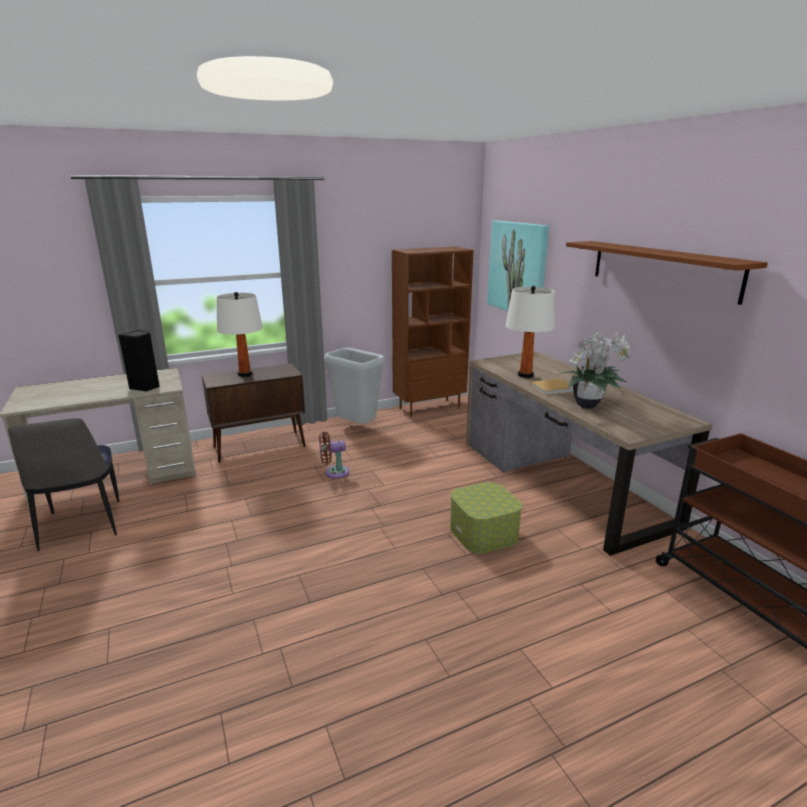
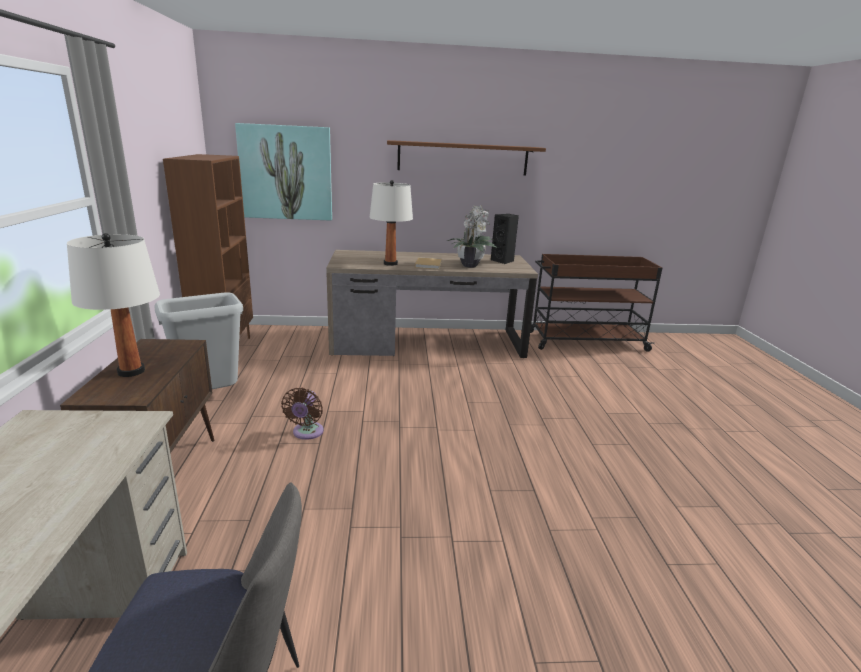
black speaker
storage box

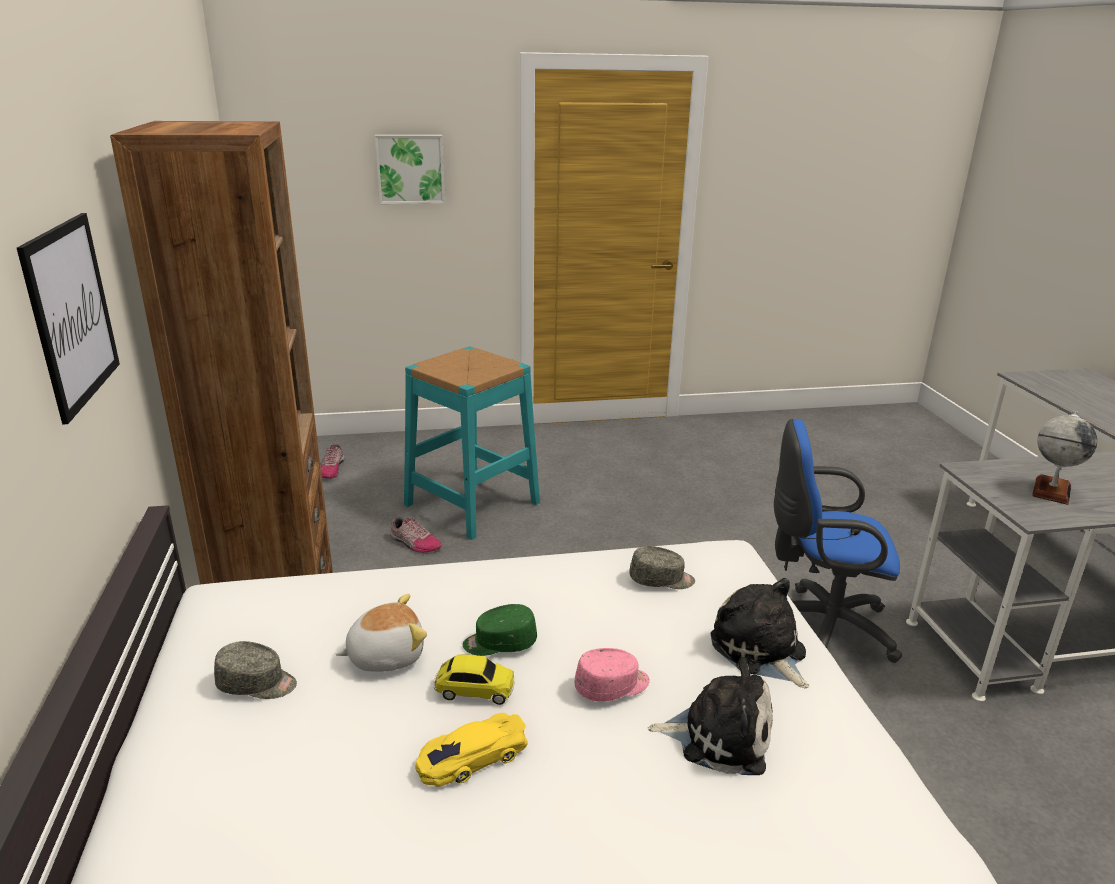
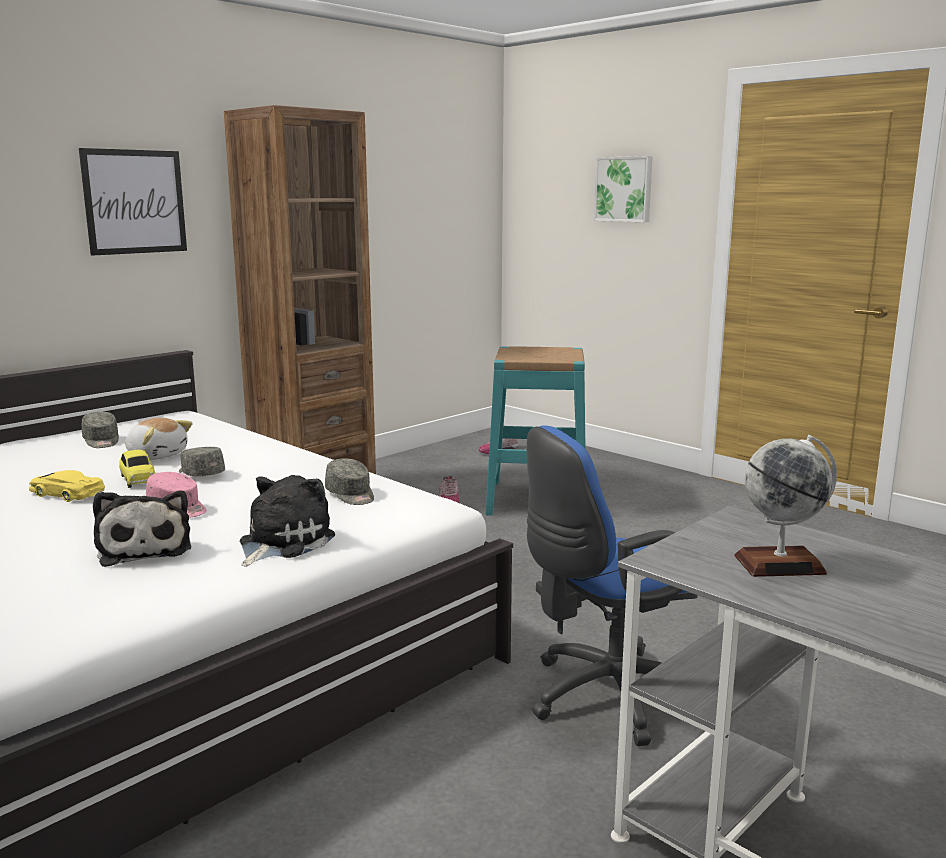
grey cap (no. 2 from left)
blue office chair

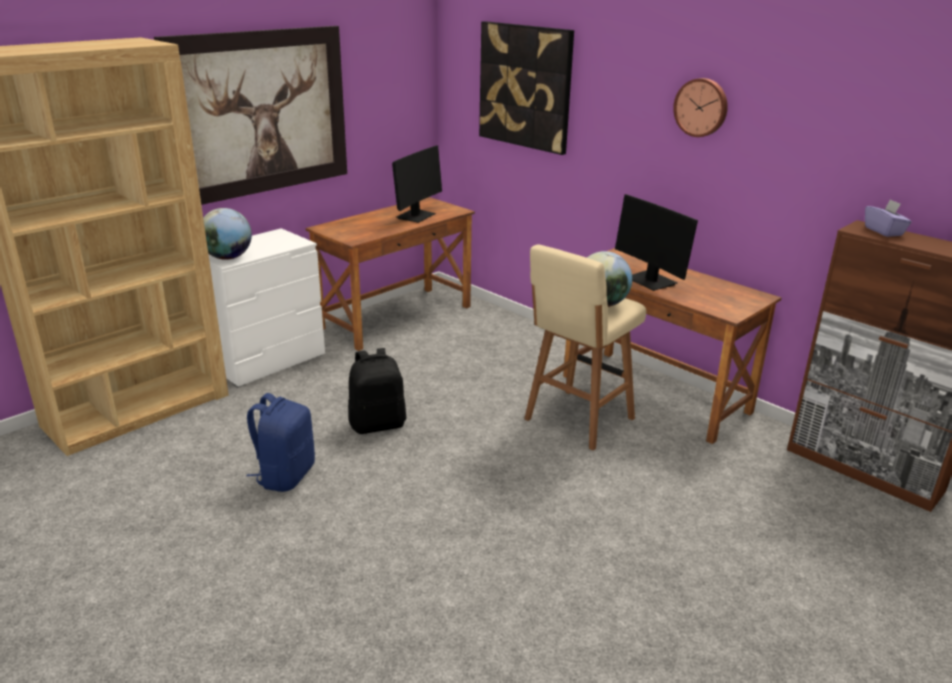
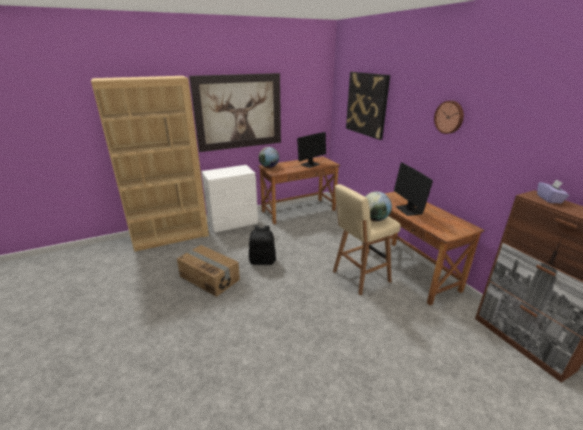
cardboard box
globe (no. 1 from left)

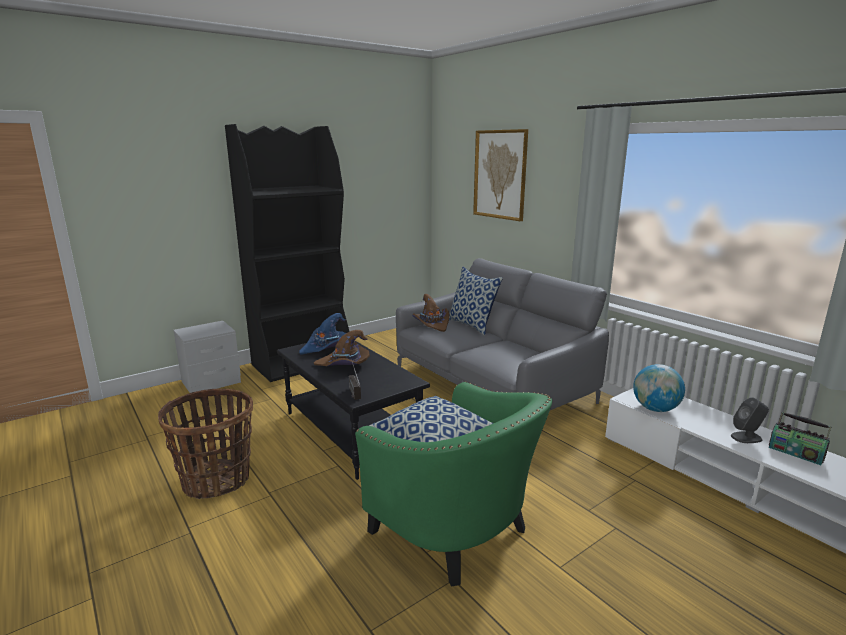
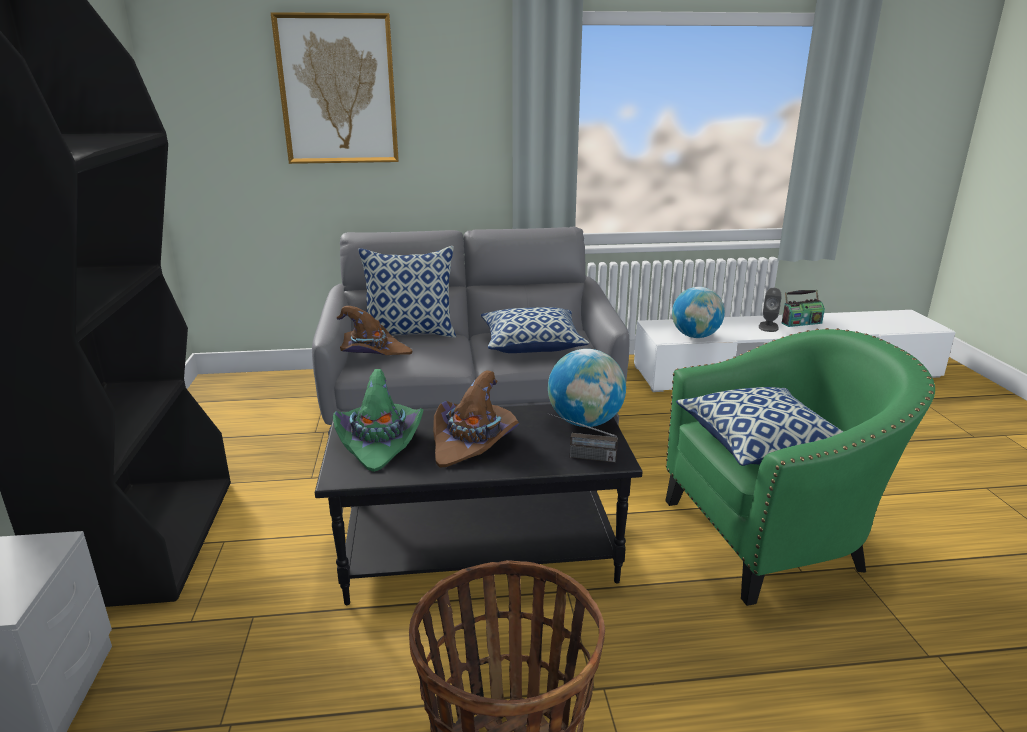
green hat
pillow (no. 2 from left)
globe (no. 1 from left)

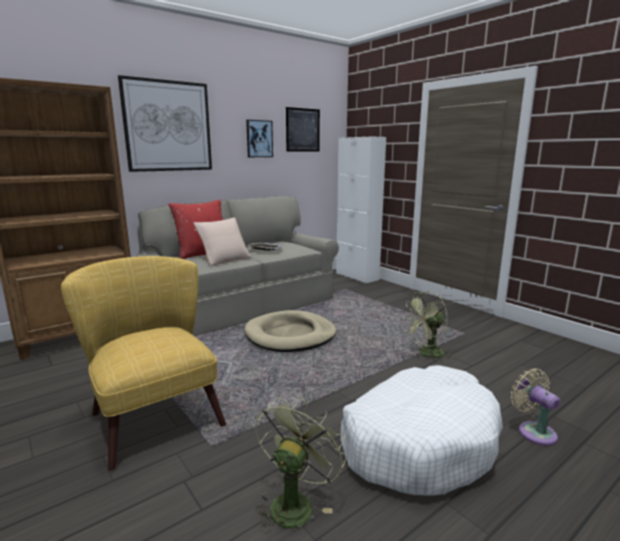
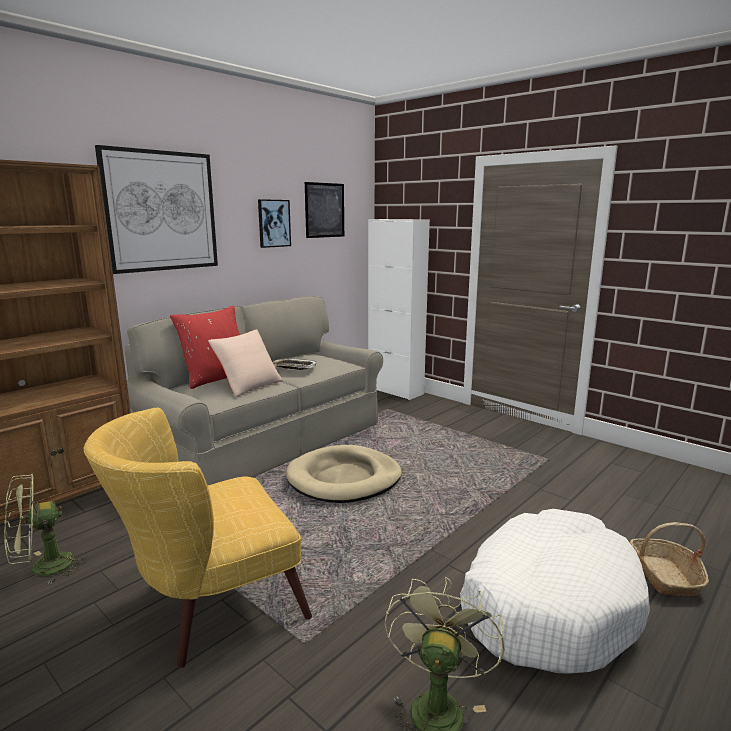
green fan (no. 1 from left)
yellow armchair
basket

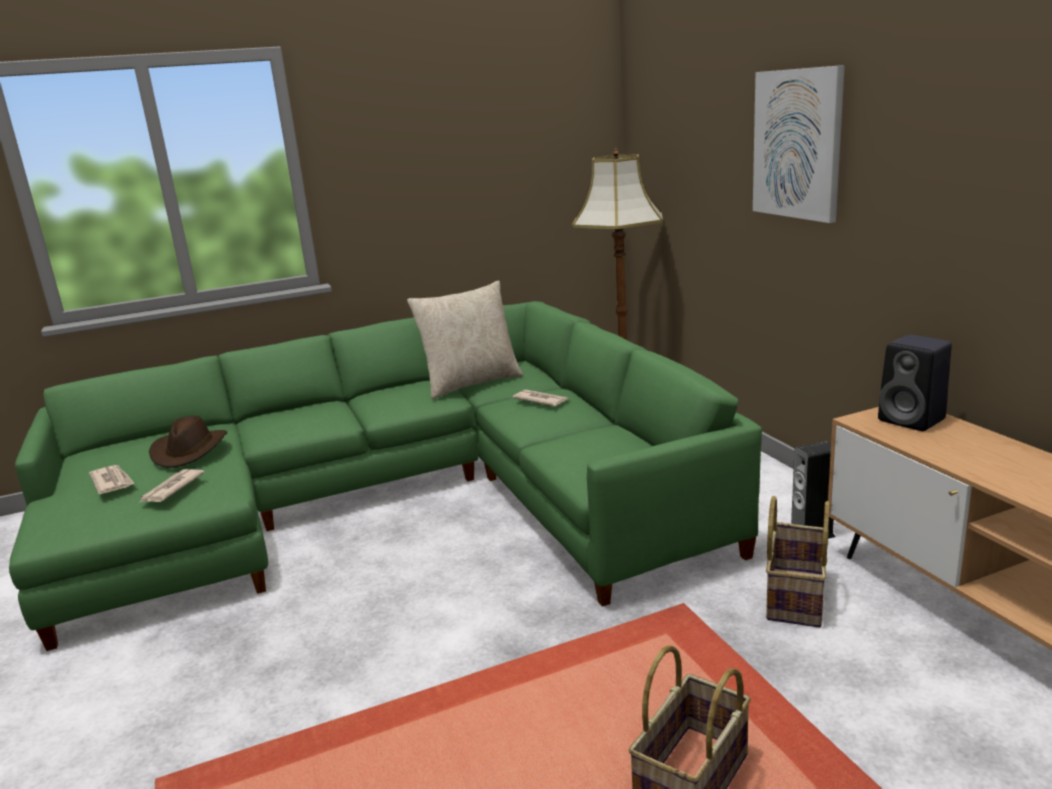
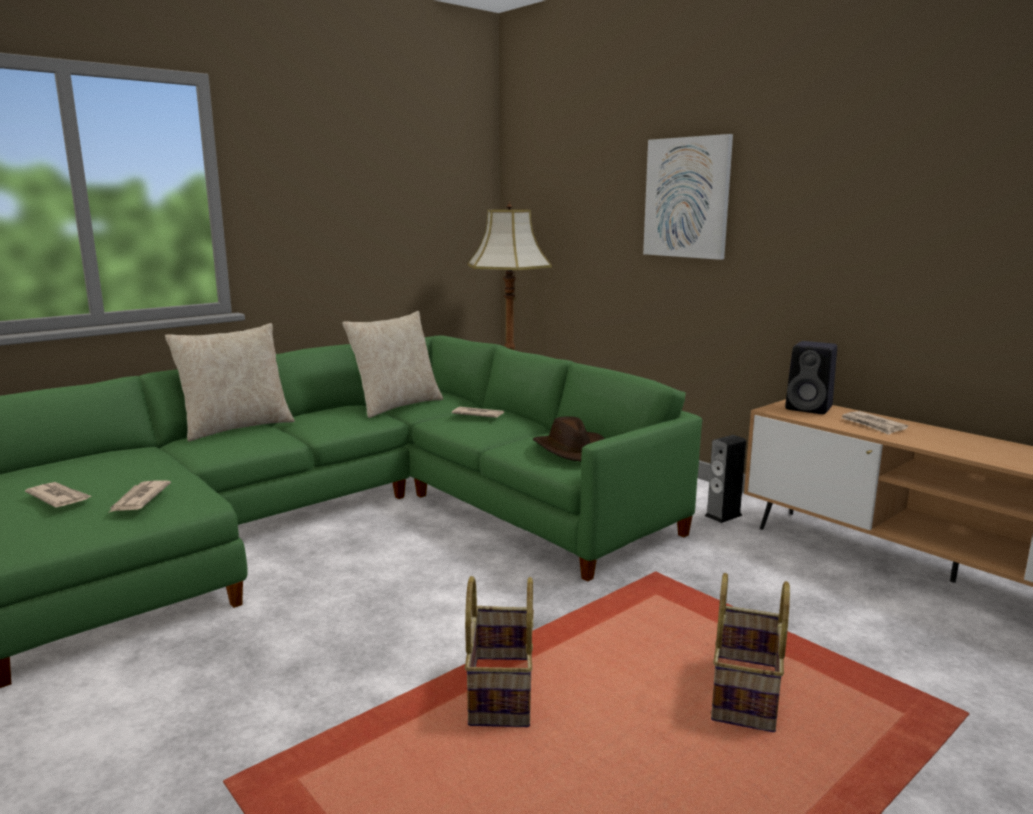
beige pillow (no. 1 from left)
basket (no. 1 from left)
brown hat
newspaper (no. 4 from left)

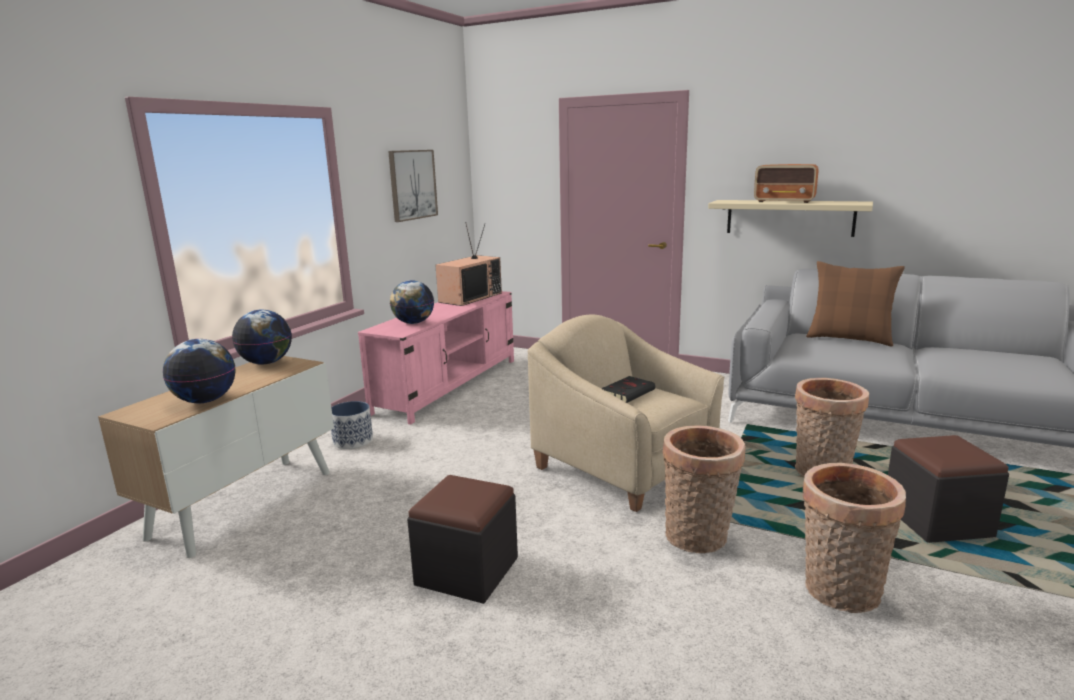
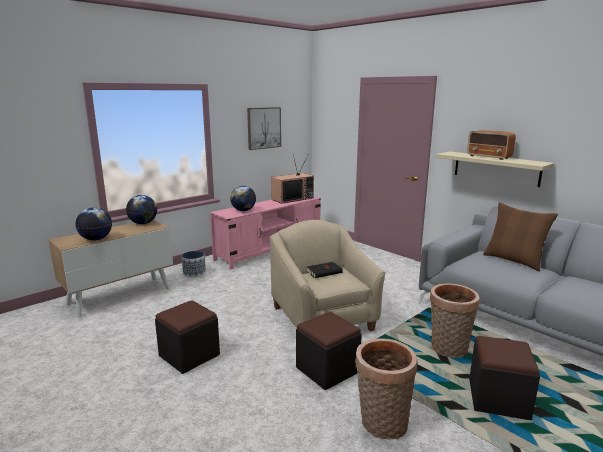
black ottoman (no. 2 from left)

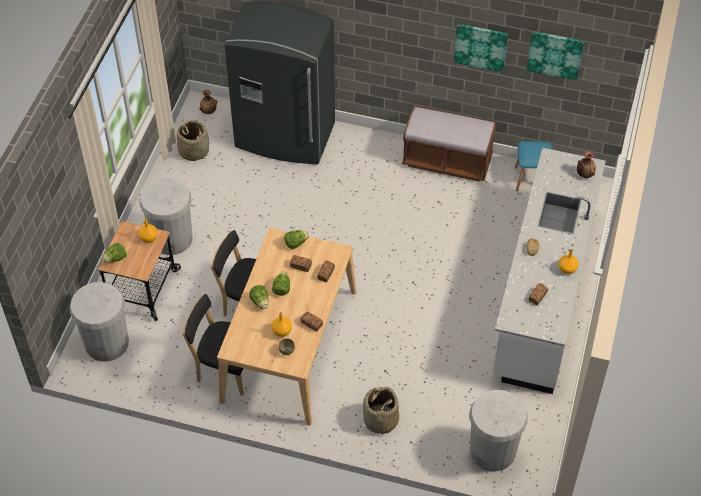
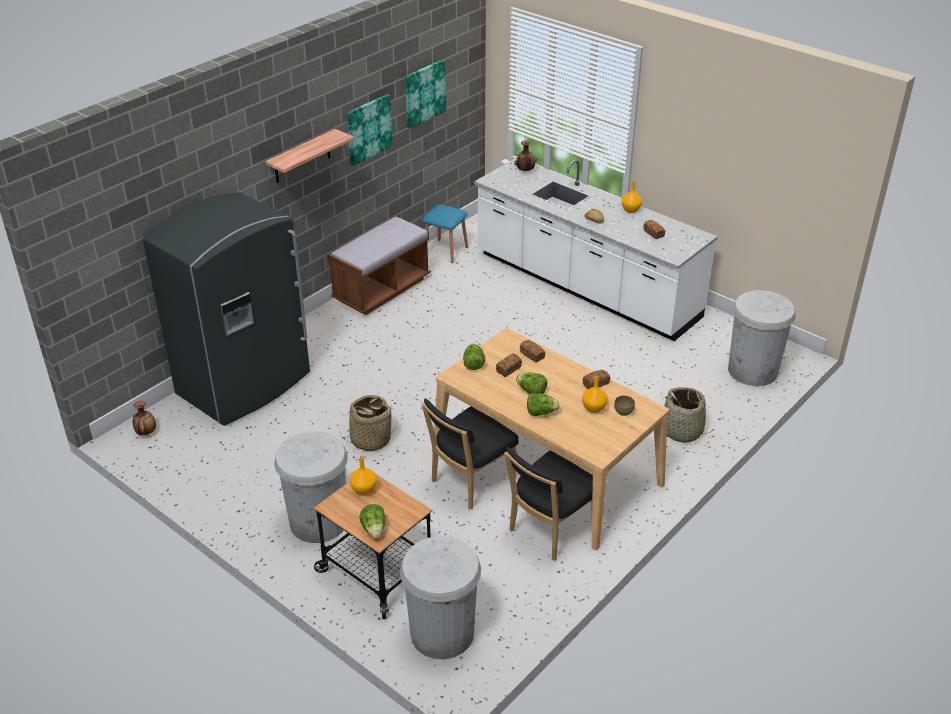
shelf
basket (no. 1 from left)

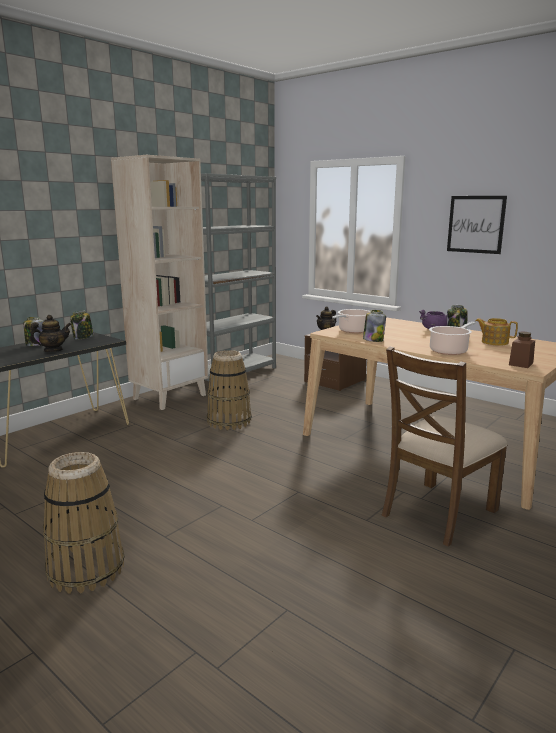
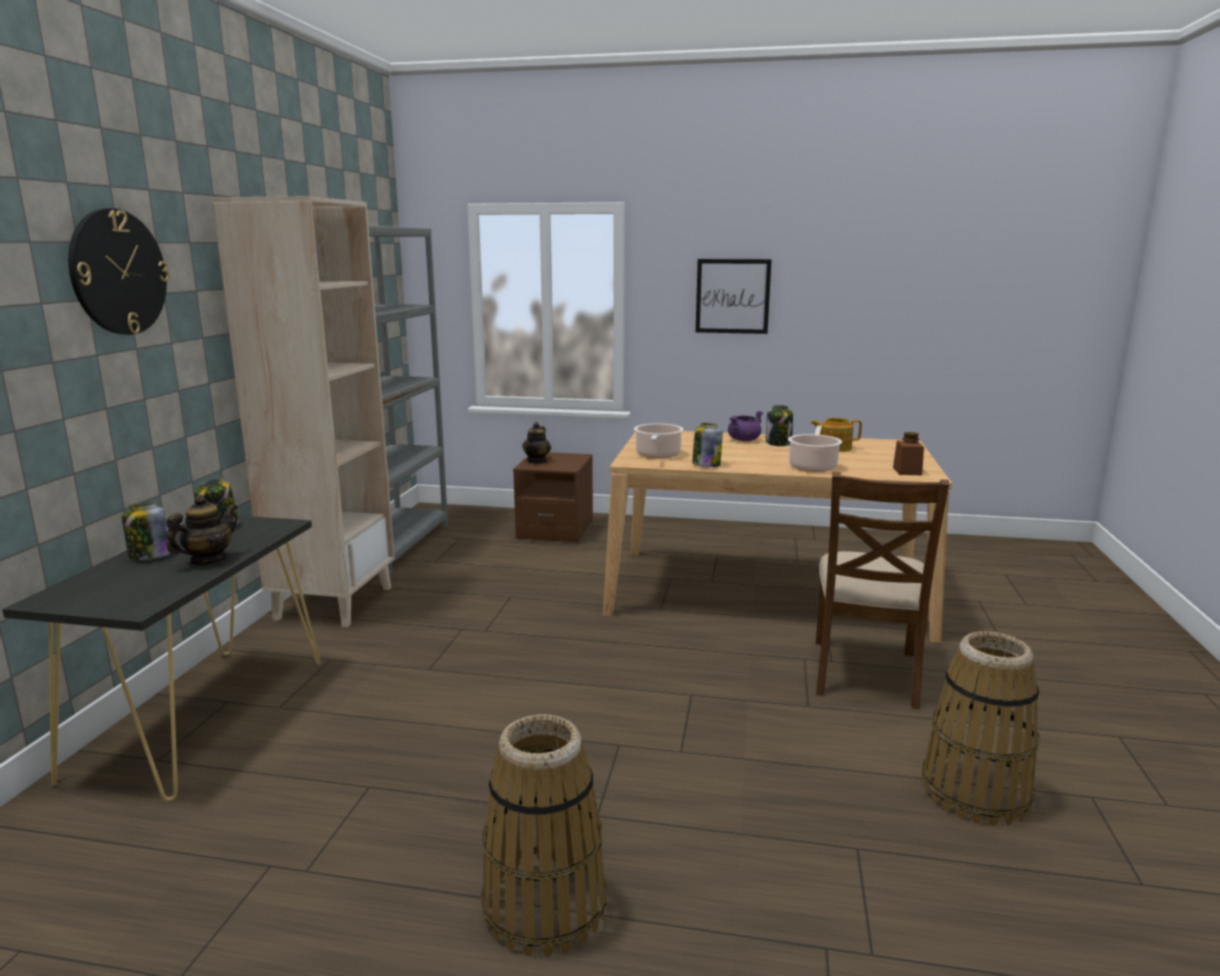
wall clock
basket (no. 2 from left)

